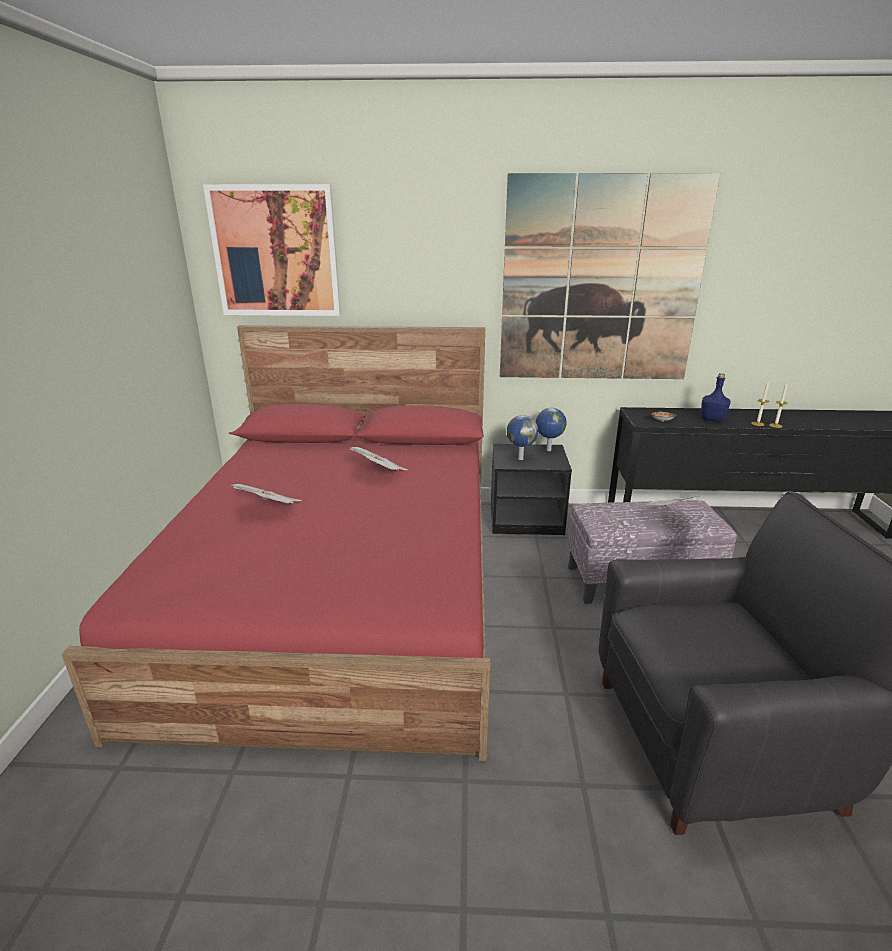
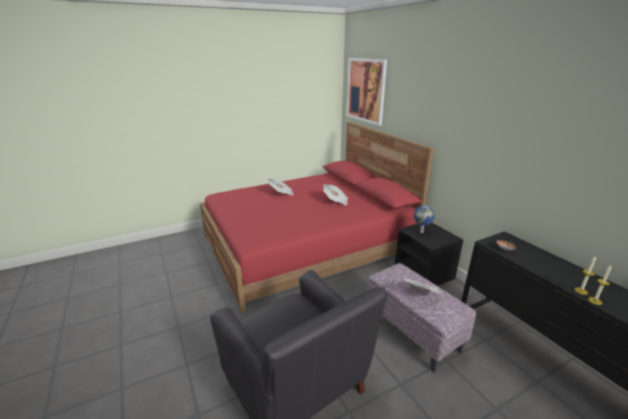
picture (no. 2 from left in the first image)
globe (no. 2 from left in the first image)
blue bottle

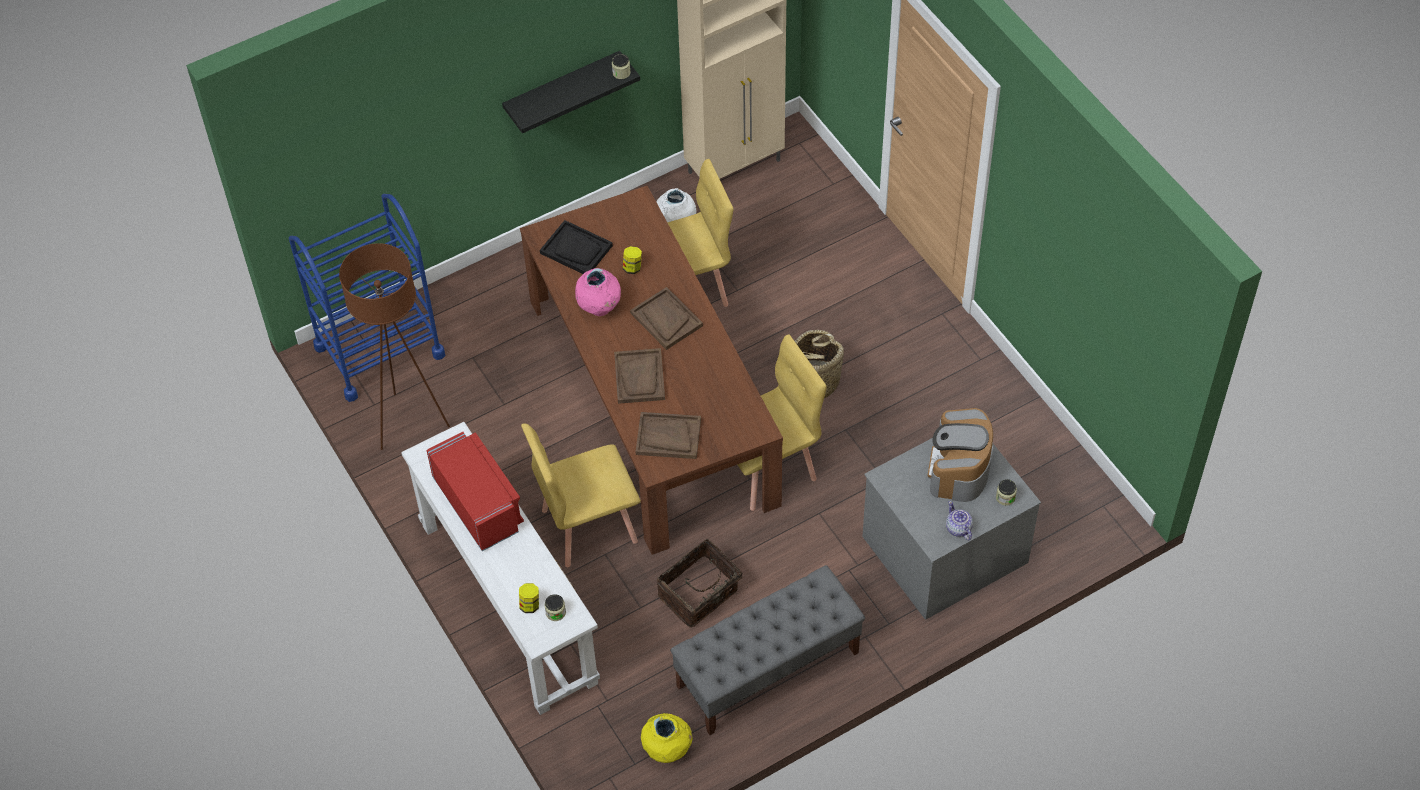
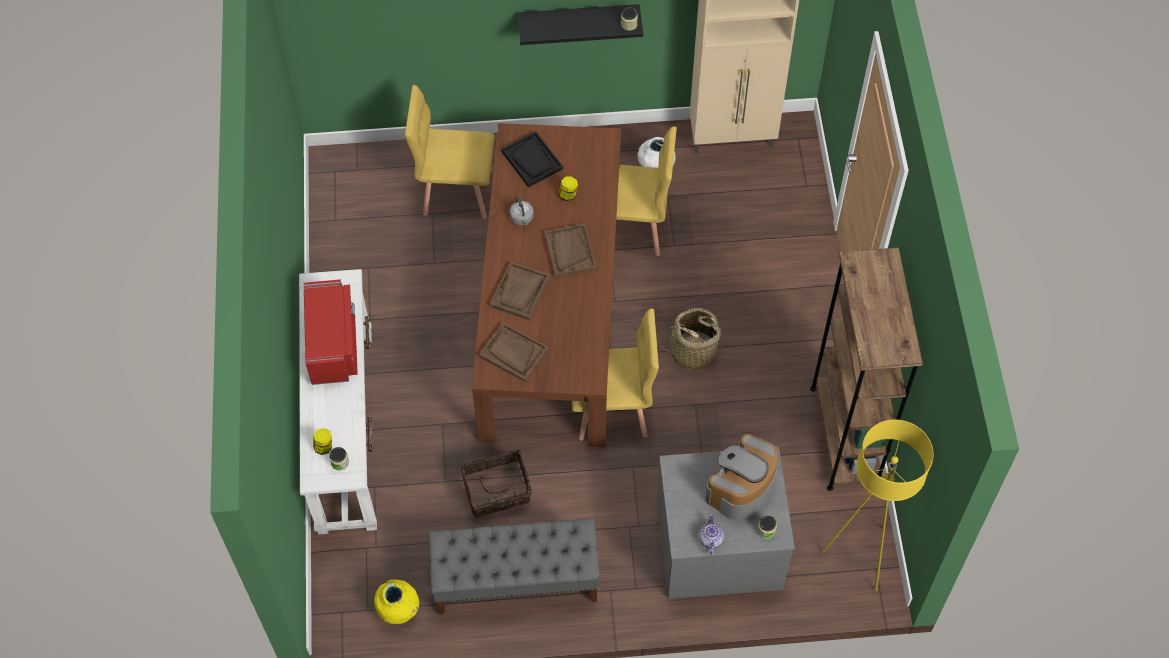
yellow chair (no. 1 from left)
grey kettle
brown bookcase
yellow floor lamp
blue cart
brown floor lamp

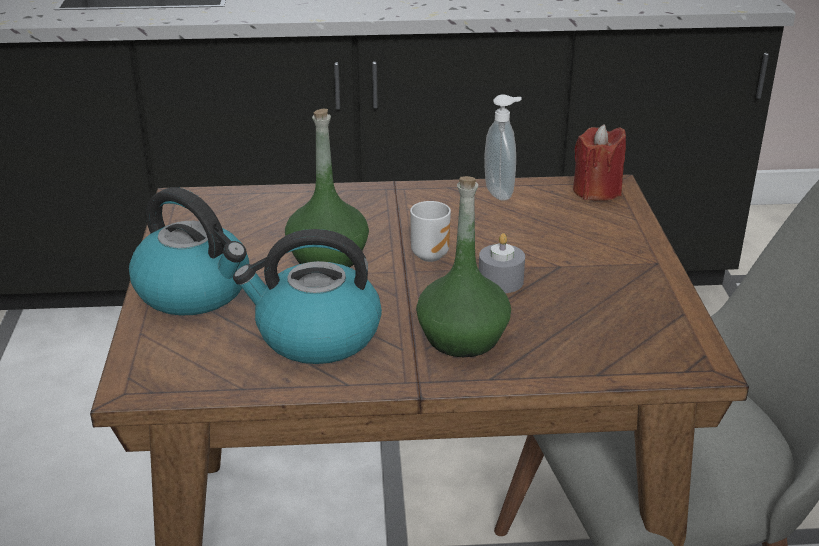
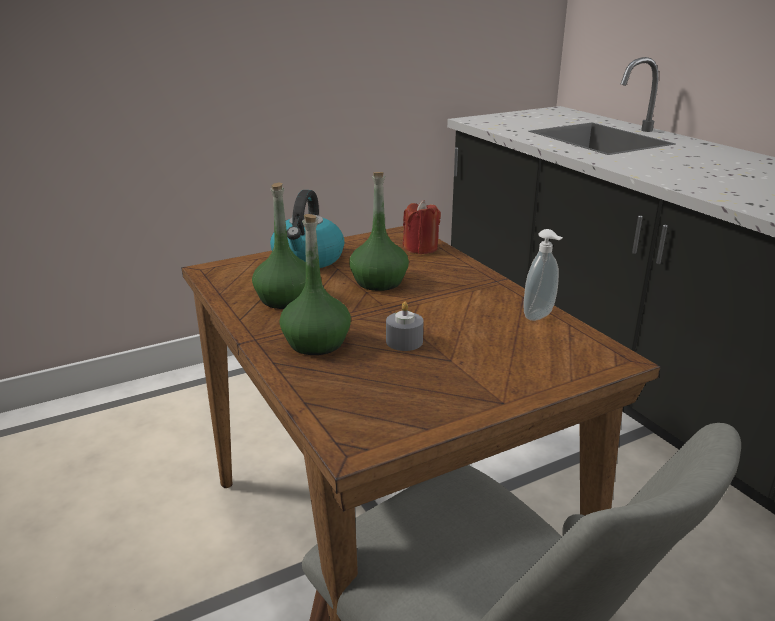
green bottle (no. 1 from left)
red candle
mug

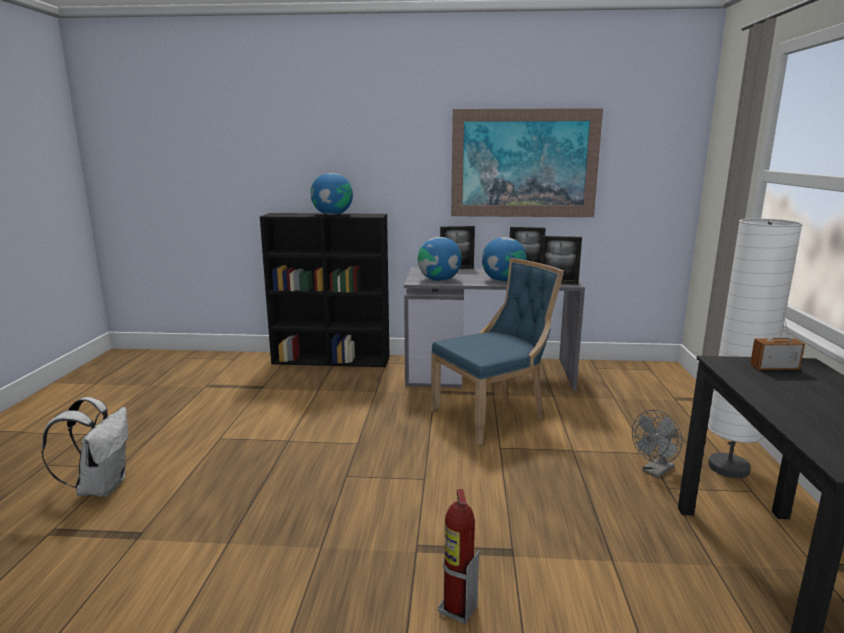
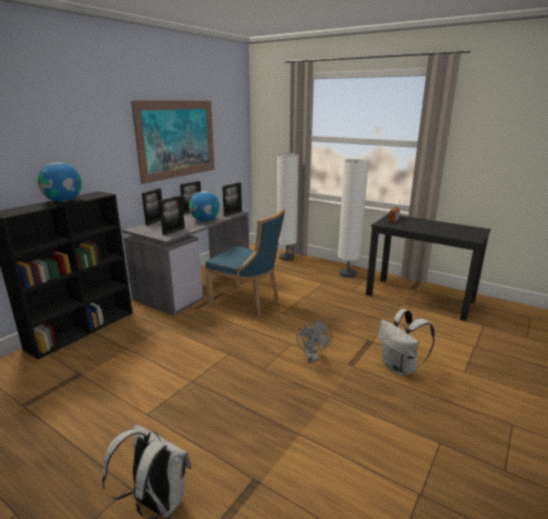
picture frame (no. 2 from left)
blue chair
white floor lamp (no. 1 from left)
grey fan
white backpack (no. 2 from left)

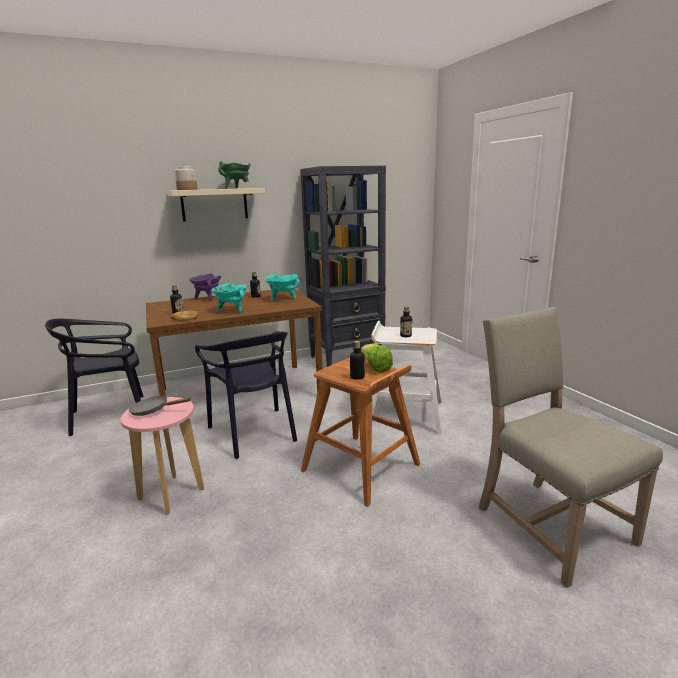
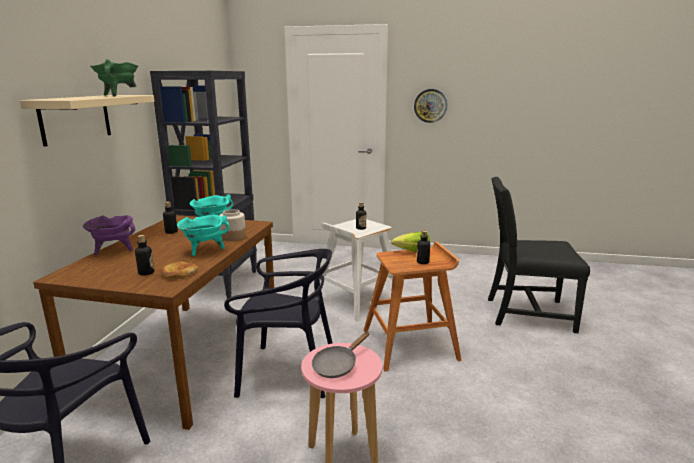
jar
wall clock
black chair (no. 3 from left)

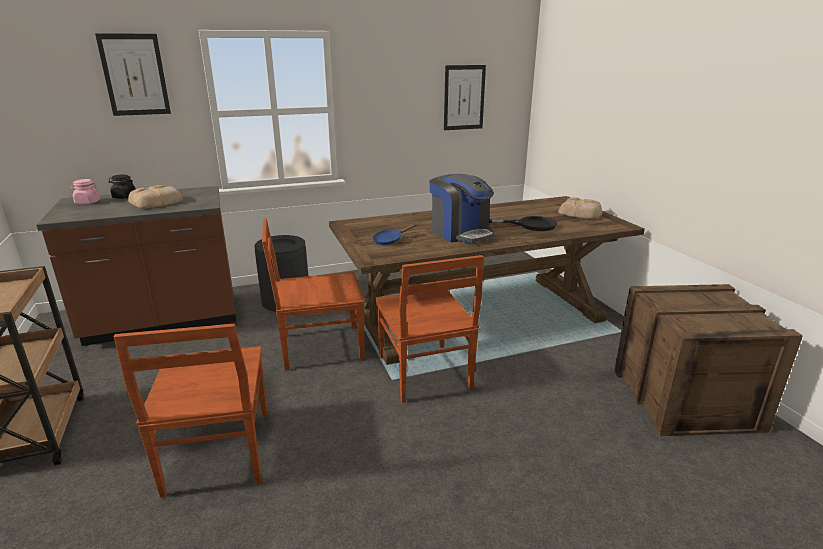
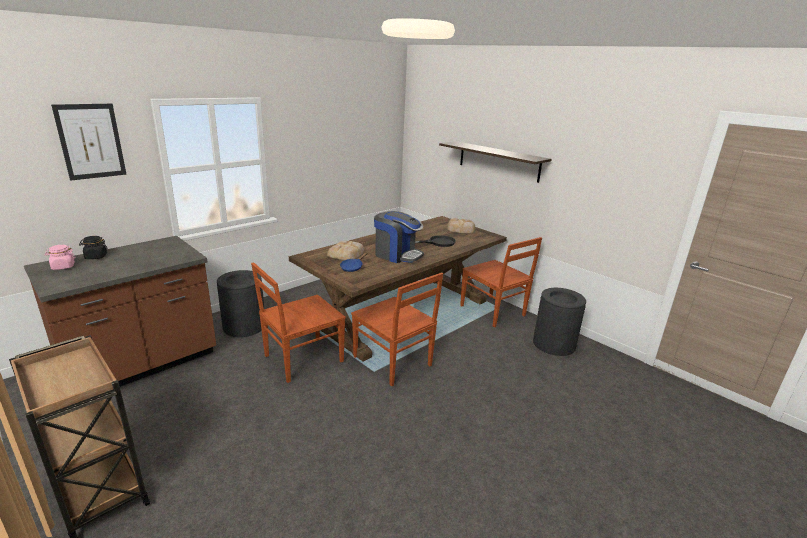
bread (no. 1 from left)
shelf
brown chair (no. 3 from left)
black trash can (no. 2 from left)
picture (no. 2 from left in the first image)

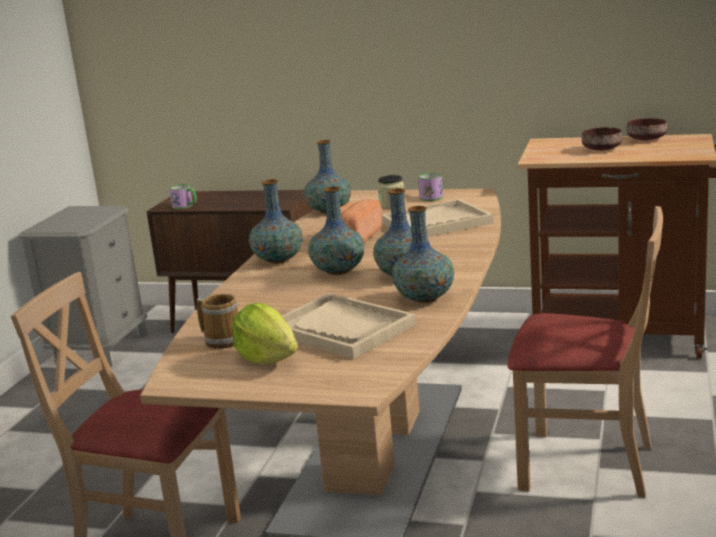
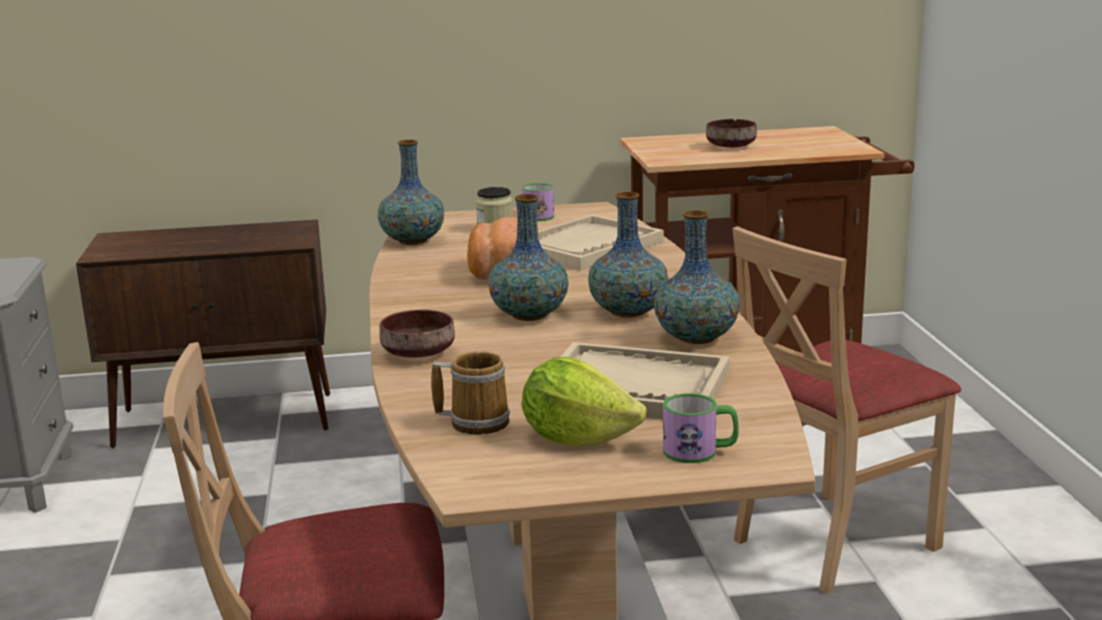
brown bowl (no. 1 from left)
mug (no. 3 from left)
beige chair (no. 2 from left)
vase (no. 1 from left in the first image)

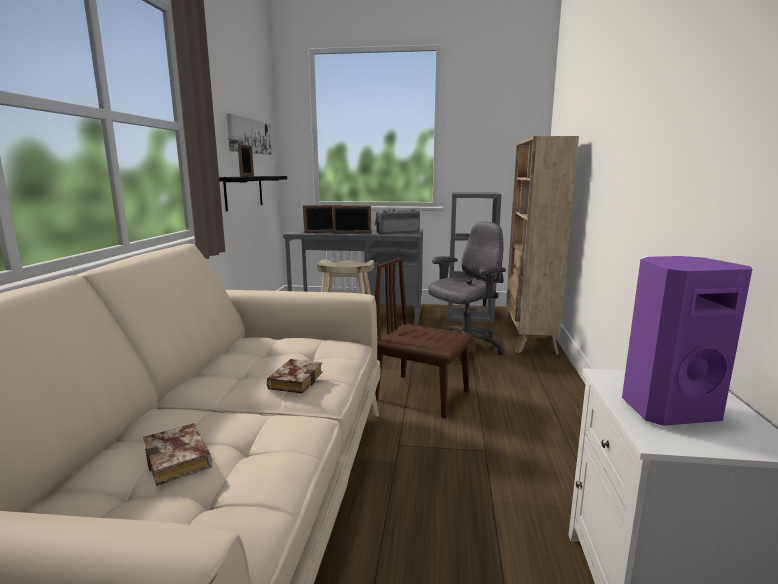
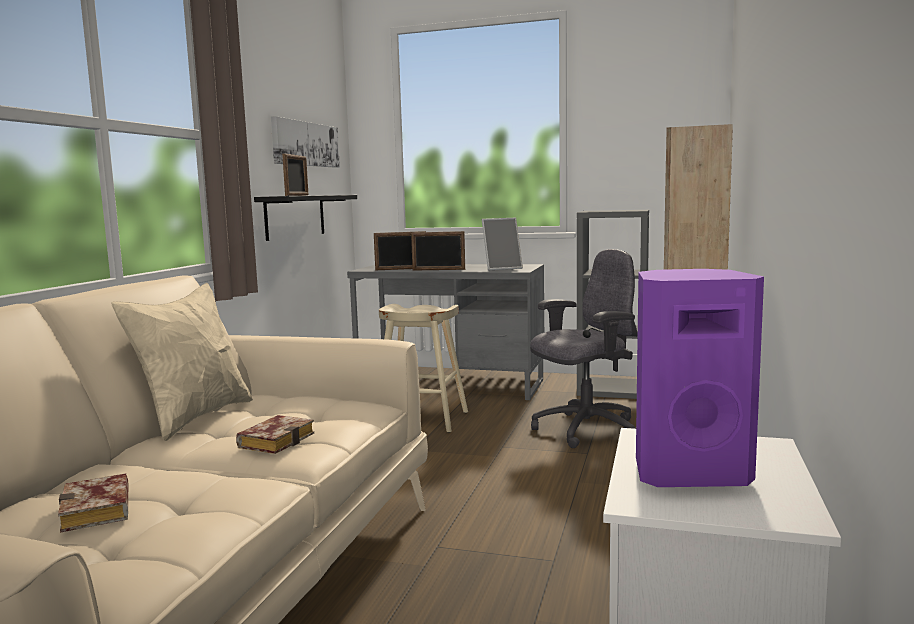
beige pillow
picture frame (no. 4 from left)
brown chair

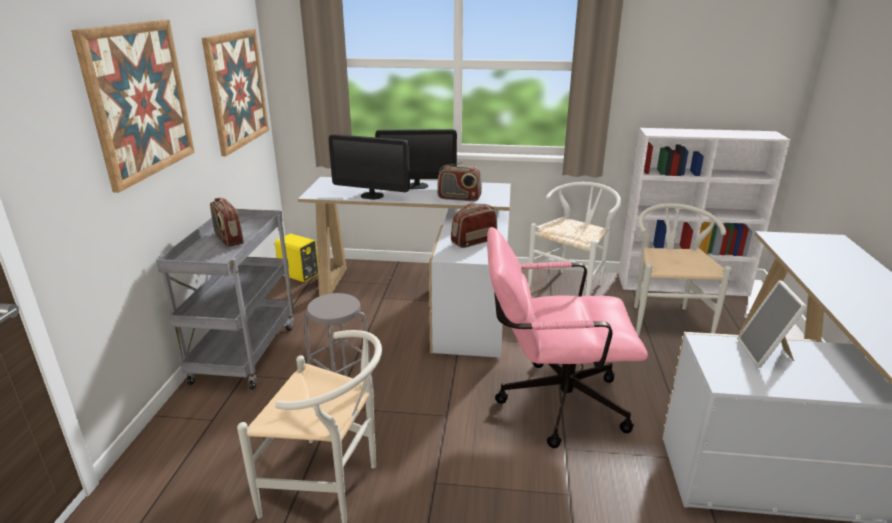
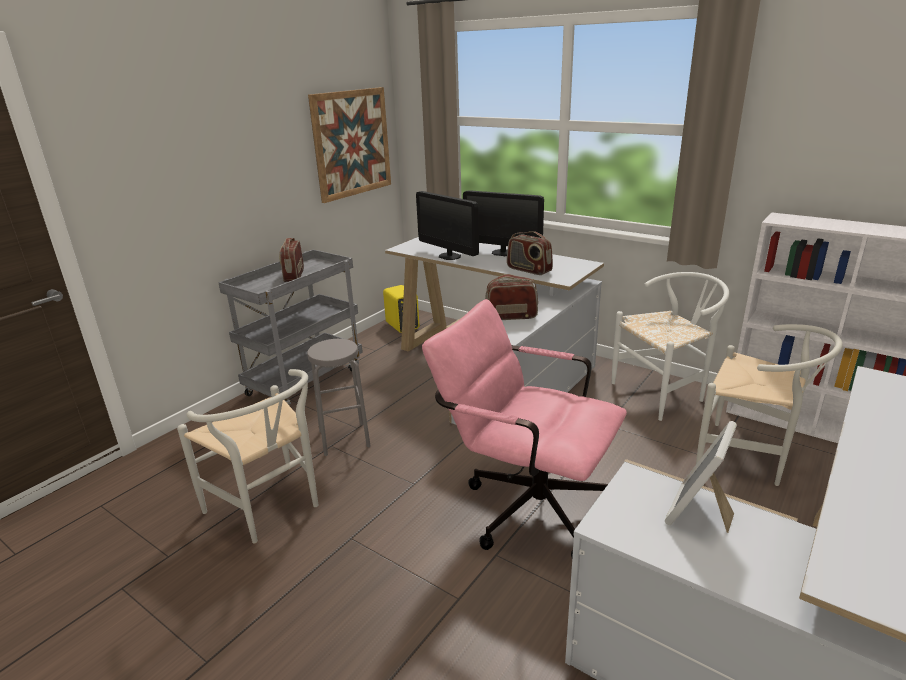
white chair (no. 3 from left)
picture (no. 1 from left in the first image)

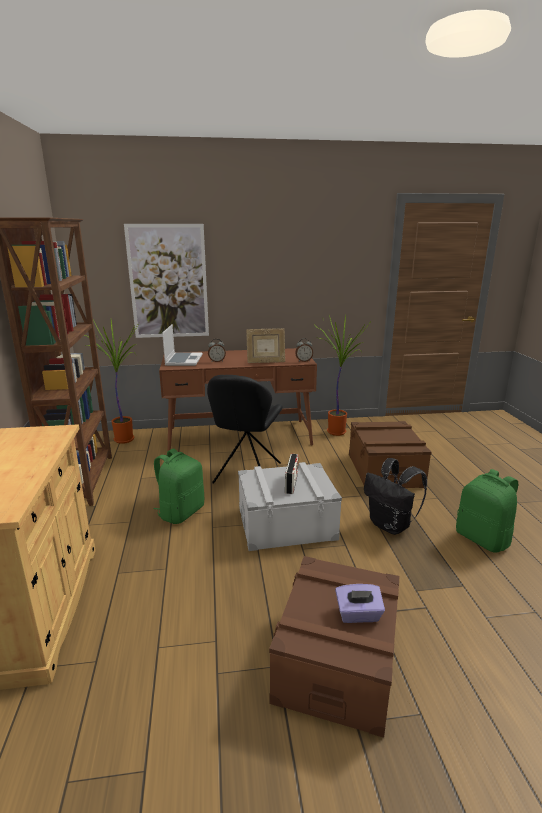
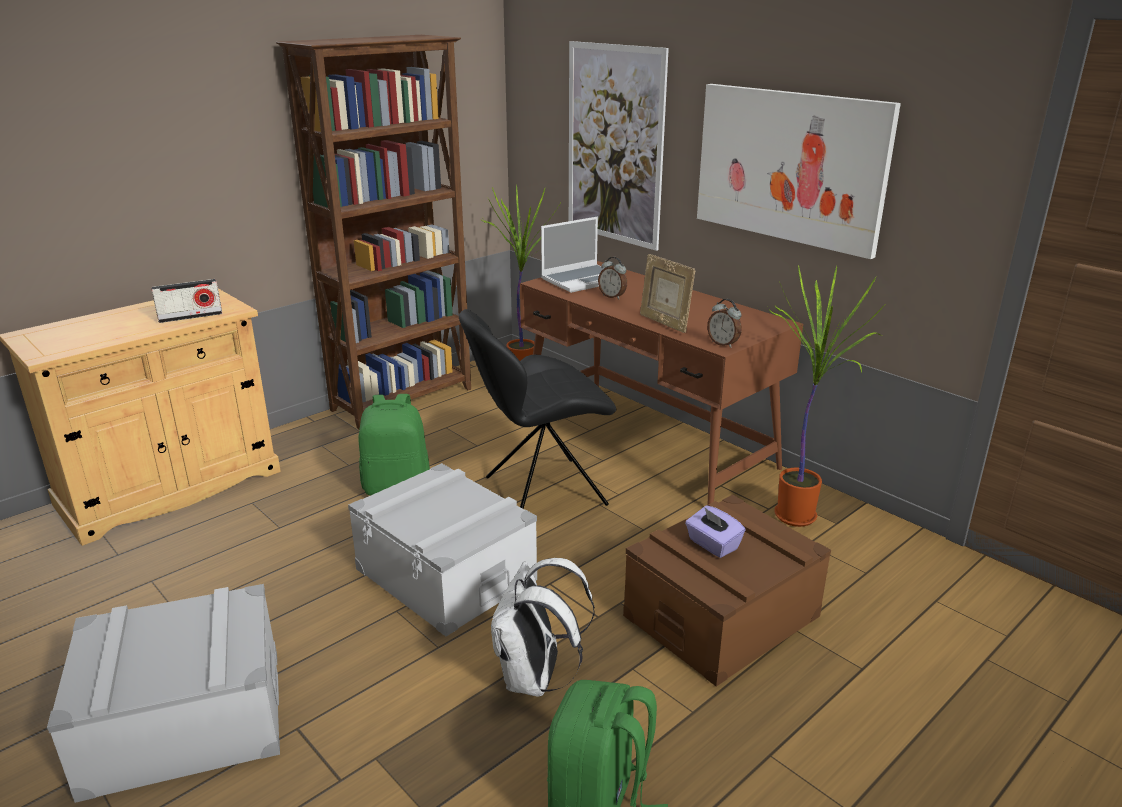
grey storage box (no. 1 from left)
radio
white backpack
purple tissue box
picture (no. 2 from left)

